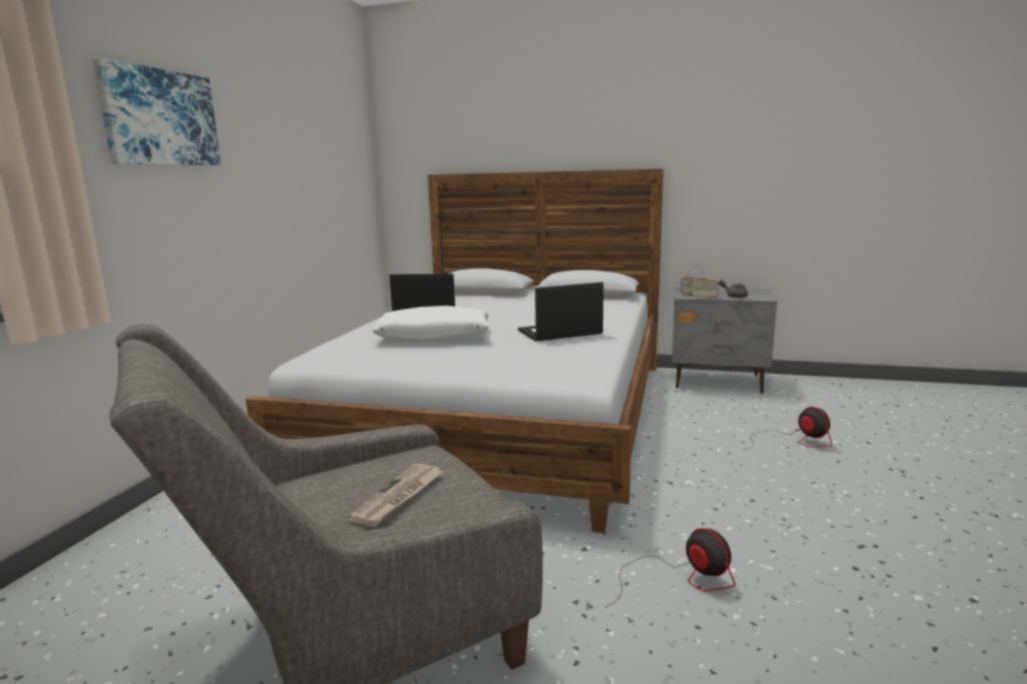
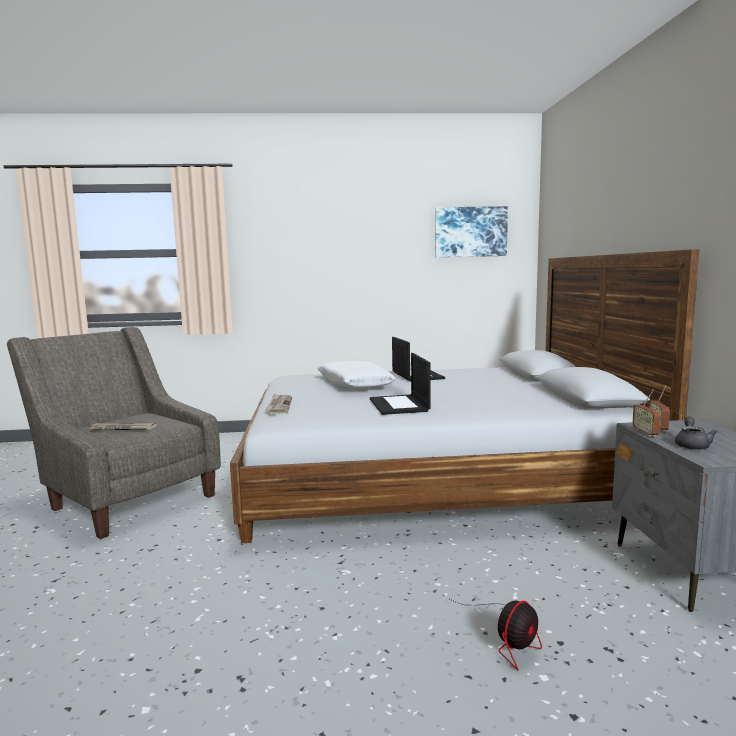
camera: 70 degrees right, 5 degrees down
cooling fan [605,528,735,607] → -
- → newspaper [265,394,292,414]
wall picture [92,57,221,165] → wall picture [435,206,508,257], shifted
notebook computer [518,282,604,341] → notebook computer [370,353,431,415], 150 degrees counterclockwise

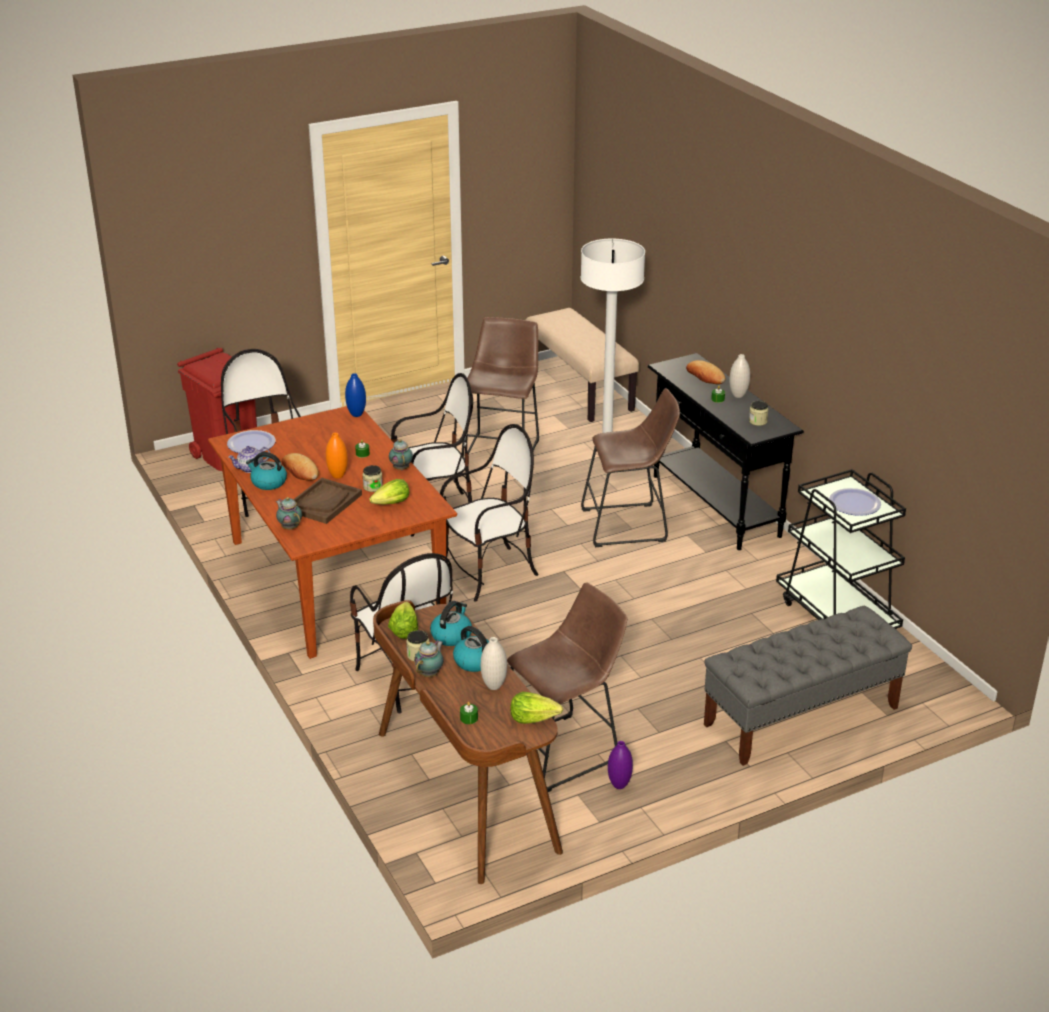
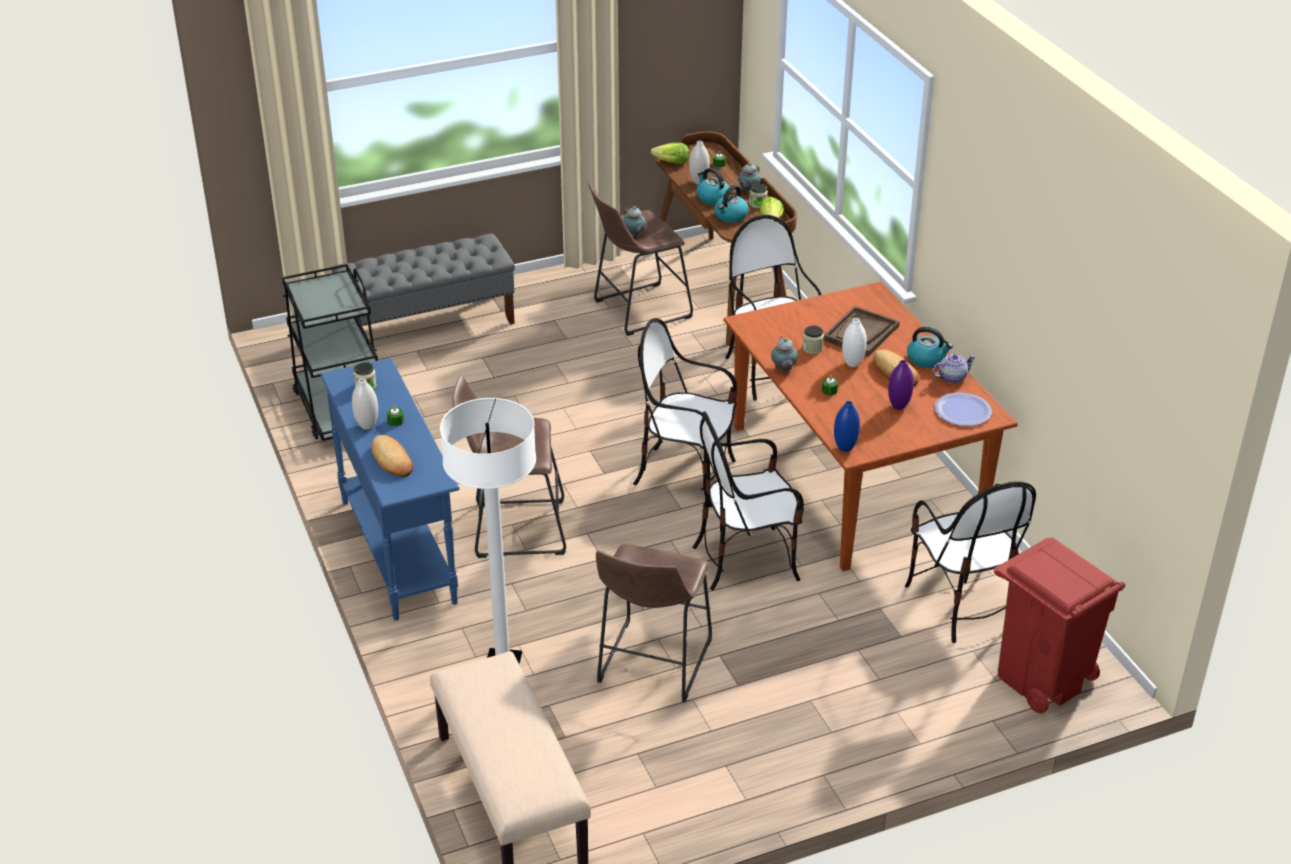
camera: 175 degrees left, 5 degrees up
head of lettuce [369,479,409,505] → -
plate [829,488,881,516] → -
teapot [276,497,302,530] → teapot [623,206,647,236], shifted
decorative vase/purple [608,741,633,789] → decorative vase/purple [888,360,914,410], shifted
decorative vase/orangey [326,433,348,479] → decorative vase/white [842,318,867,367]
console table/blackish [648,353,804,550] → console table/blue-coloured [320,358,460,621]
plain chair [440,424,538,602] → plain chair [633,318,737,507], 45 degrees clockwise

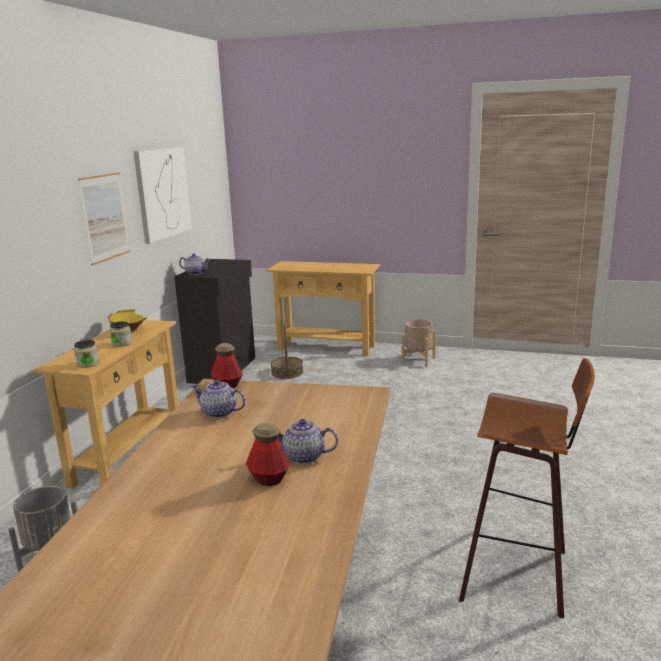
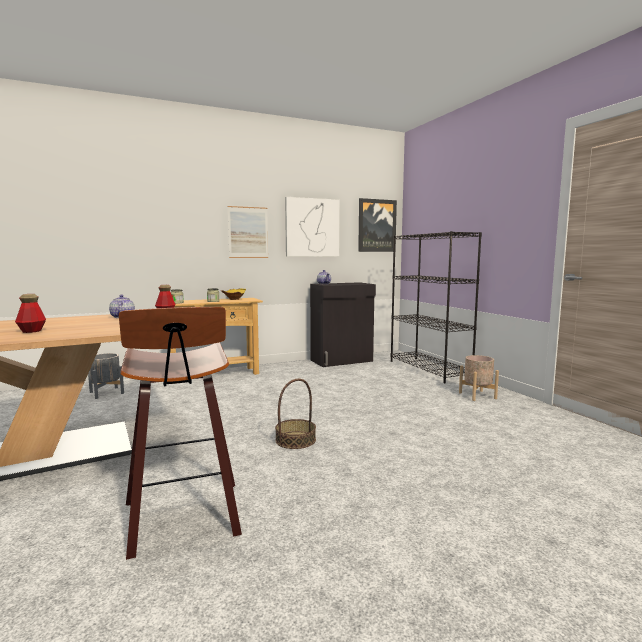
camera: 50 degrees right, 10 degrees down
teapot [278,419,338,464] → -
- → wall picture [358,198,397,252]
basket [271,324,303,379] → basket [275,379,316,449], shifted
console table/sand-coloured [266,261,380,357] → shelving unit/blackish [391,231,482,383]

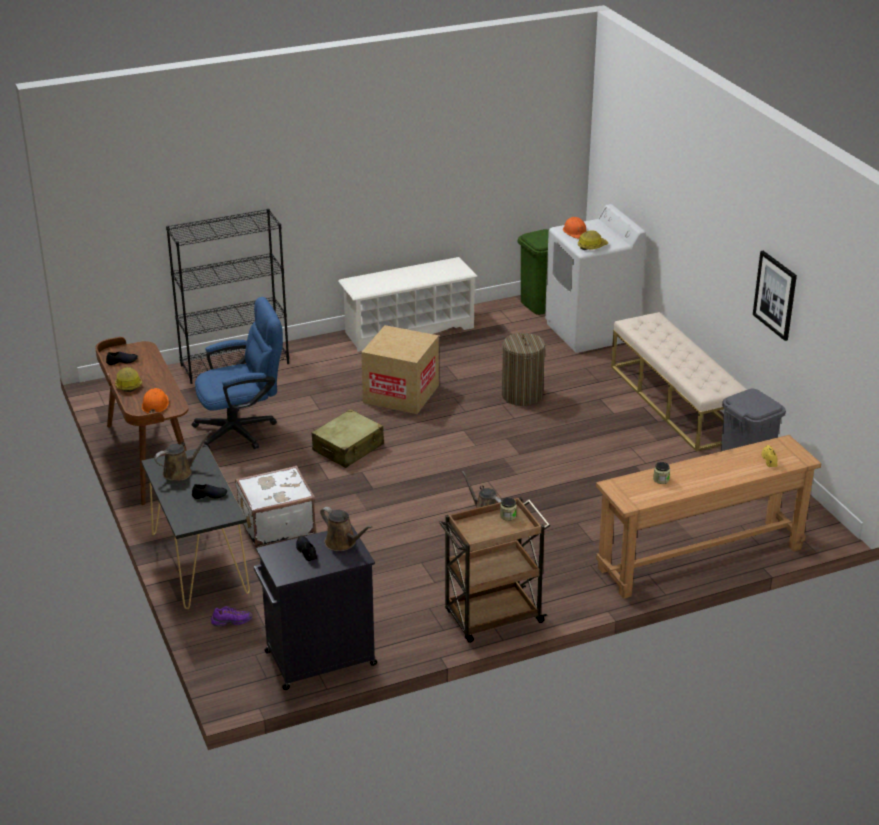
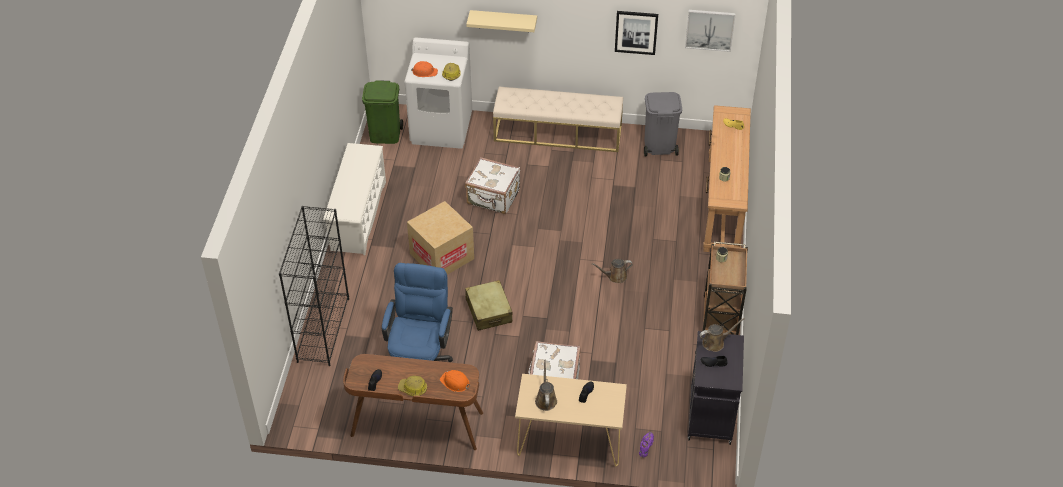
camera: 60 degrees left, 15 degrees up
- → bracket shelf/sand-coloured [466,10,537,32]
- → wall picture [685,10,736,52]
washing basket [502,333,545,406] → piece of luggage/white [465,157,520,214]
console table/blackish [141,446,250,609] → console table/sand-coloured [515,374,627,466]

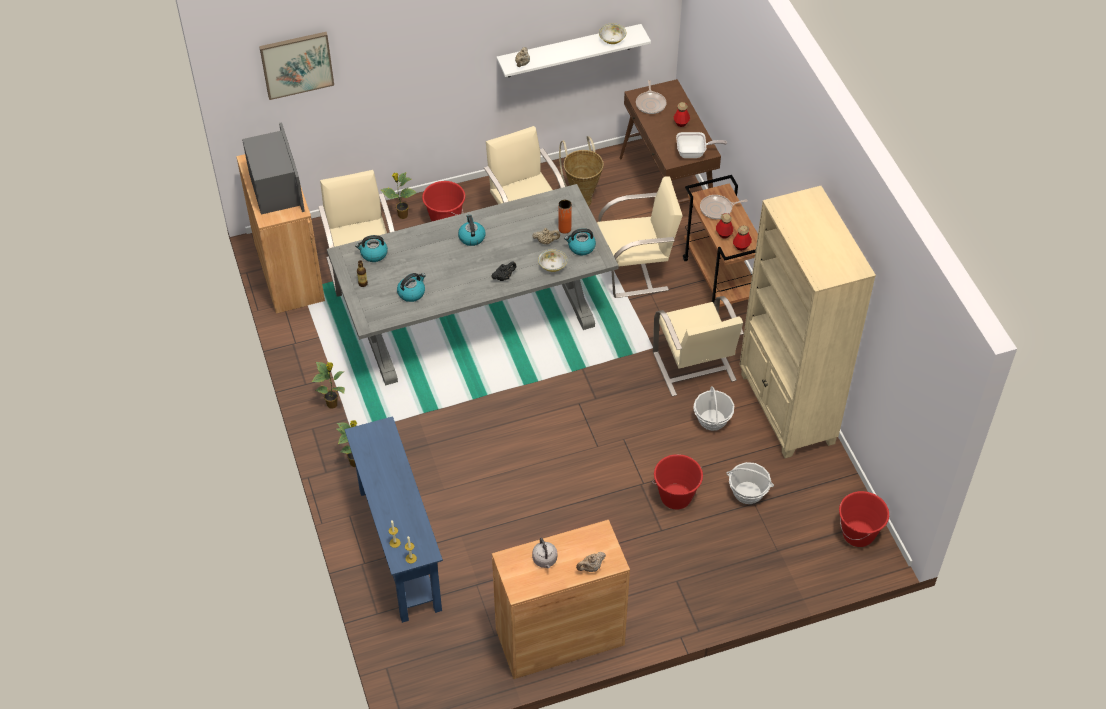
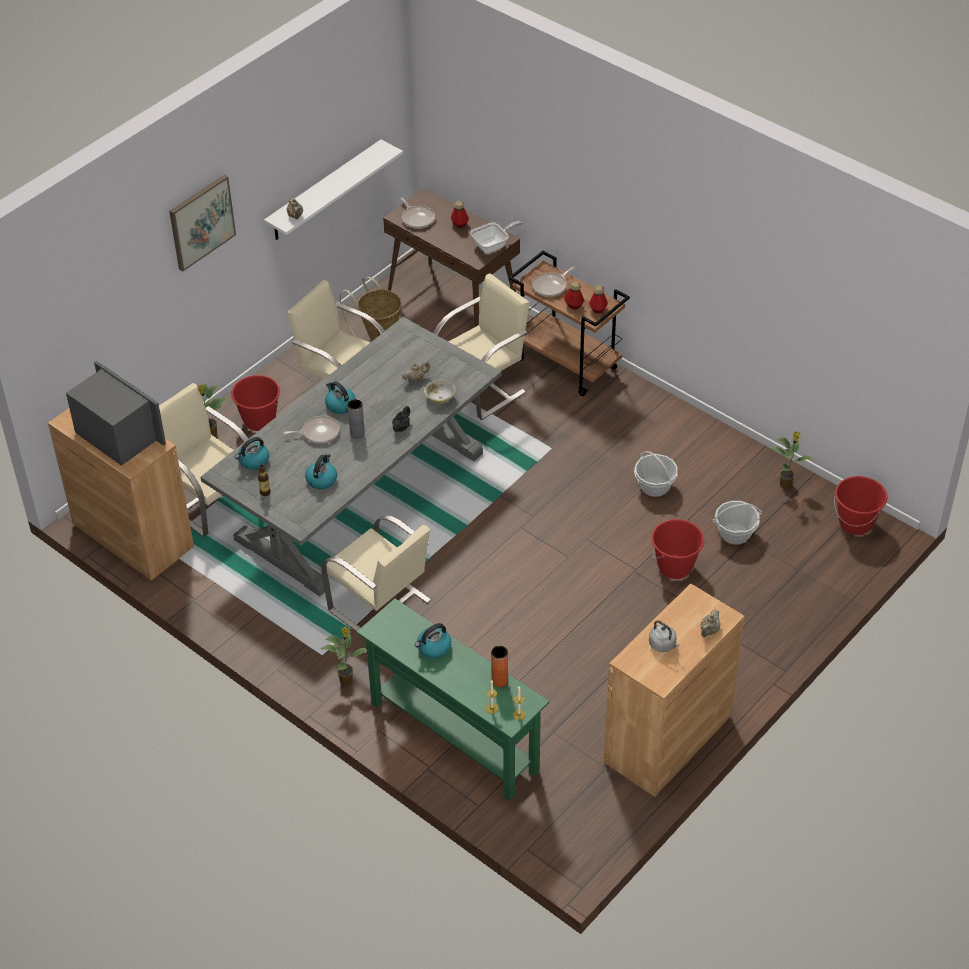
camera: 30 degrees left, 5 degrees down
serving bowl [599,23,626,44] → -
shelving unit/sand-coloured [739,186,876,458] → -
- → skillet [283,416,340,444]
- → decorative vase/greyish [348,399,365,439]
wall picture [259,32,334,100] → wall picture [169,175,236,272], shifted
potted plant [312,362,345,409] → potted plant [770,431,814,489], shifted
decorative vase/orangey [558,200,572,234] → decorative vase/orangey [491,646,508,687], shifted
tea kettle [564,228,596,255] → tea kettle [415,623,451,658], shifted
plain chair/sand-coloured [653,296,744,396] → plain chair/sand-coloured [321,515,431,632], shifted
console table/blue-coloured [345,416,443,623] → console table/green-coloured [357,599,550,801]

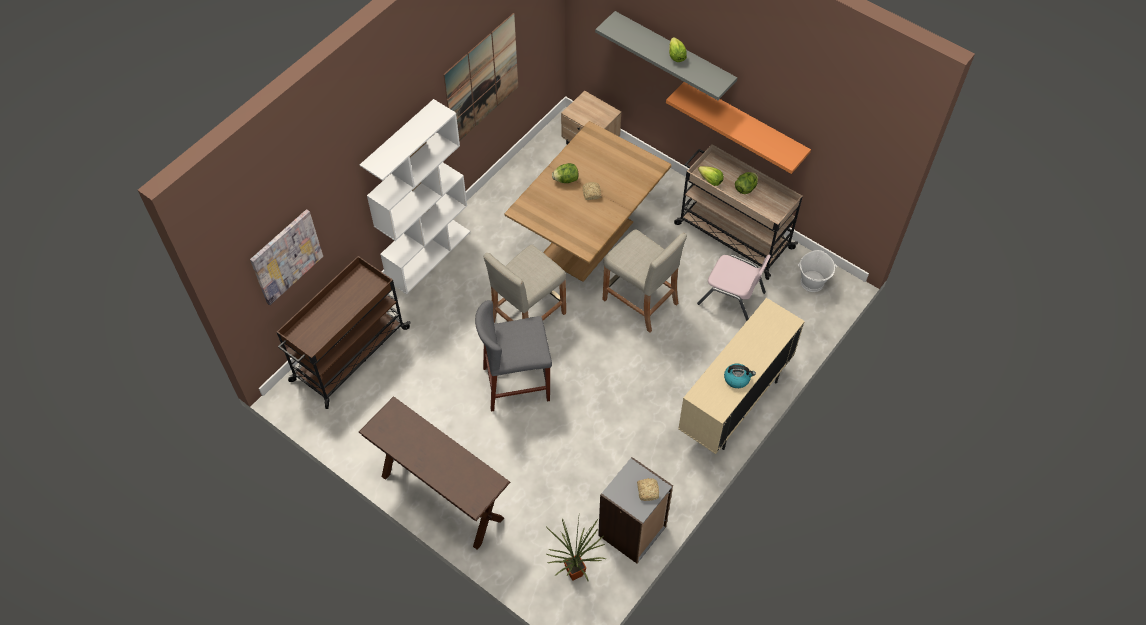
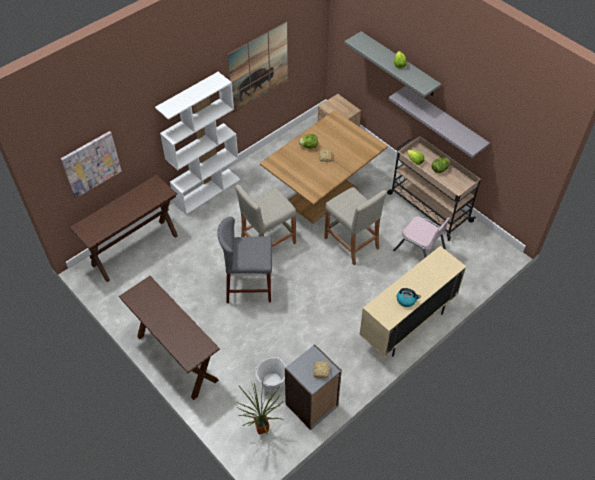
camera: 10 degrees right, 5 degrees down
water bucket/white [798,250,837,292] → water bucket/white [255,357,286,392], shifted
cart/brownish [277,256,411,409] → console table/brownish [70,175,178,282]
bracket shelf/orangey [666,82,811,174] → bracket shelf/greyish [388,86,490,158]

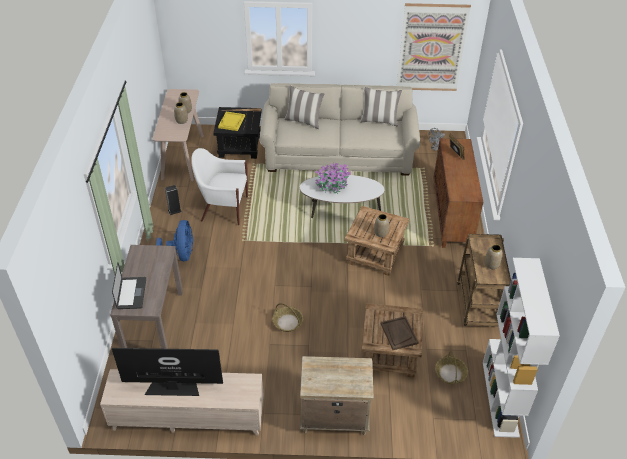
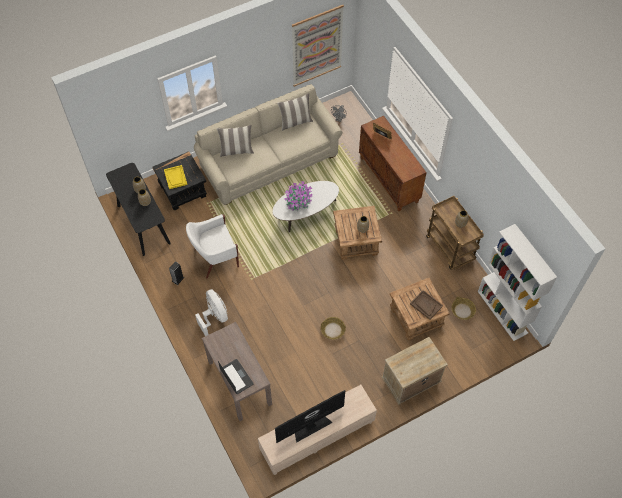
camera: 30 degrees left, 15 degrees up
console table/sand-coloured [153,89,204,181] → console table/blackish [106,163,171,256]
cooling fan/blue-coloured [156,220,193,261] → cooling fan/white [195,289,228,336]

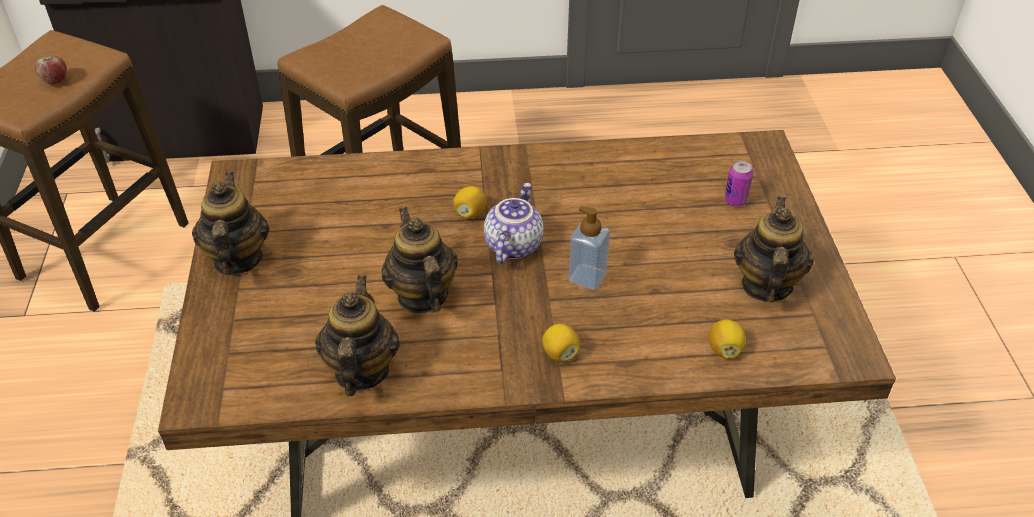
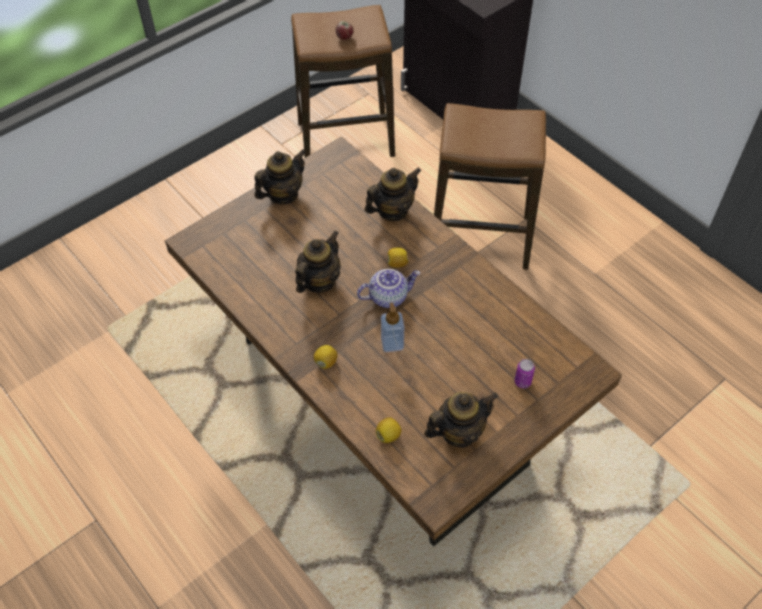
camera: 55 degrees right, 10 degrees up
teapot [315,275,400,396] → teapot [365,168,421,221], shifted

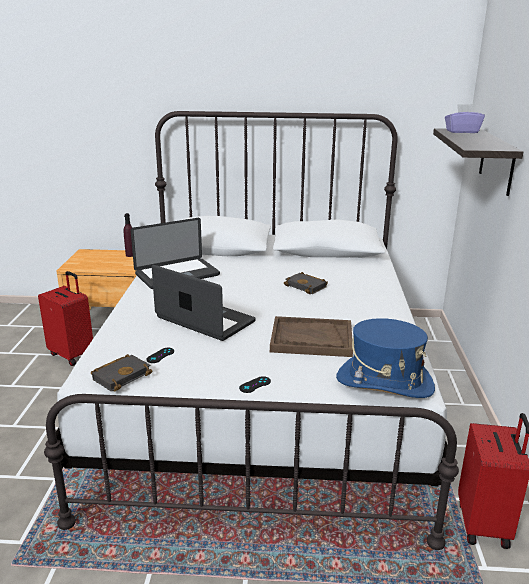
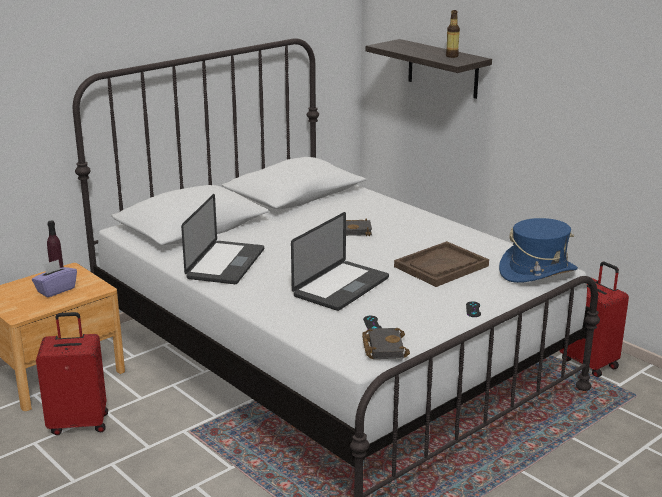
camera: 45 degrees left, 0 degrees up
- → beverage bottle [446,10,460,58]
box of tissues/purple [445,104,485,133] → box of tissues/purple [32,260,77,298], shifted
notebook computer [152,265,255,341] → notebook computer [291,212,389,311], 135 degrees clockwise

